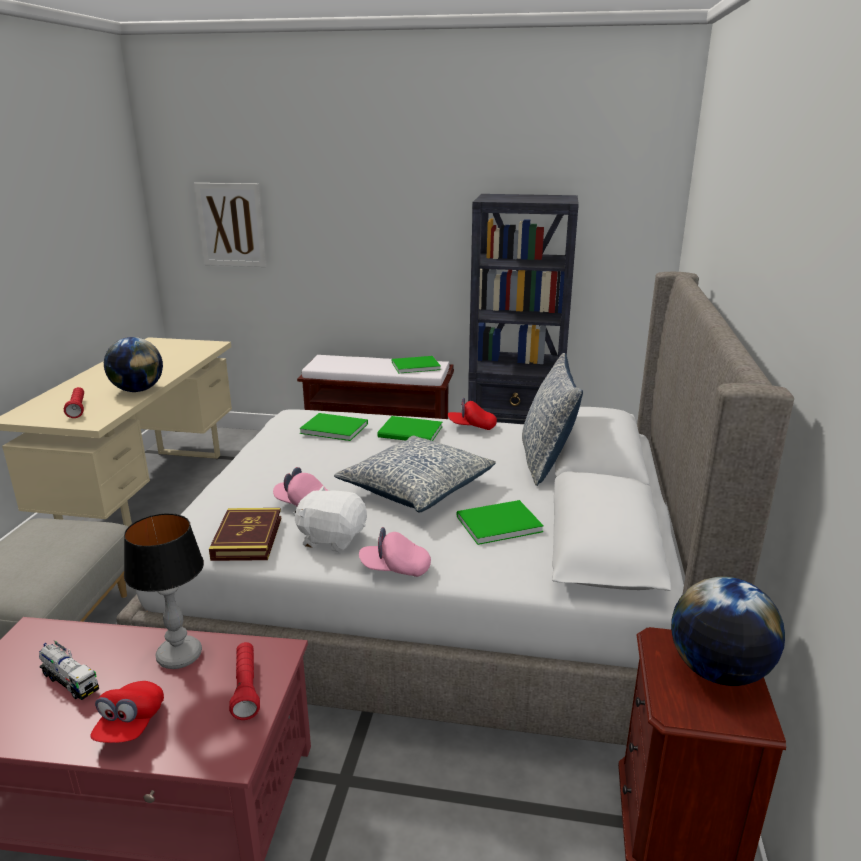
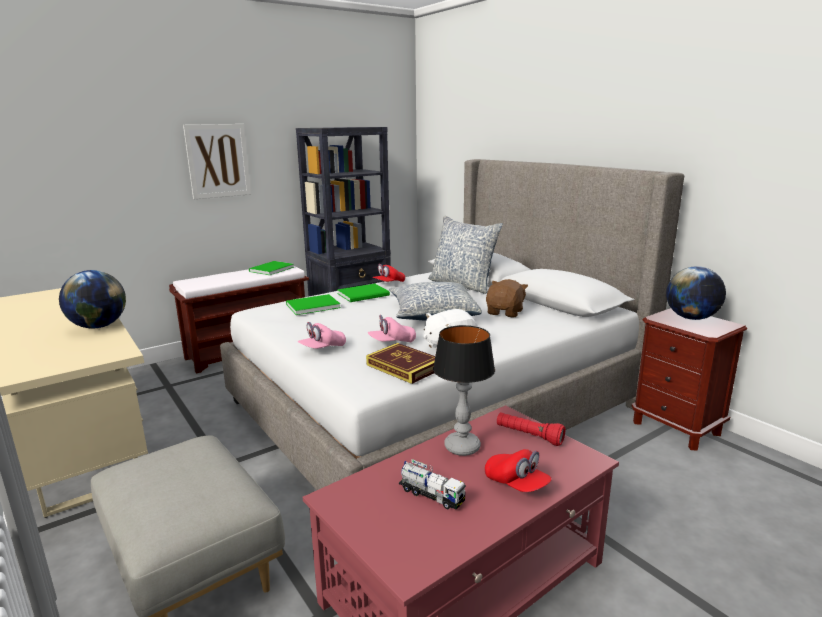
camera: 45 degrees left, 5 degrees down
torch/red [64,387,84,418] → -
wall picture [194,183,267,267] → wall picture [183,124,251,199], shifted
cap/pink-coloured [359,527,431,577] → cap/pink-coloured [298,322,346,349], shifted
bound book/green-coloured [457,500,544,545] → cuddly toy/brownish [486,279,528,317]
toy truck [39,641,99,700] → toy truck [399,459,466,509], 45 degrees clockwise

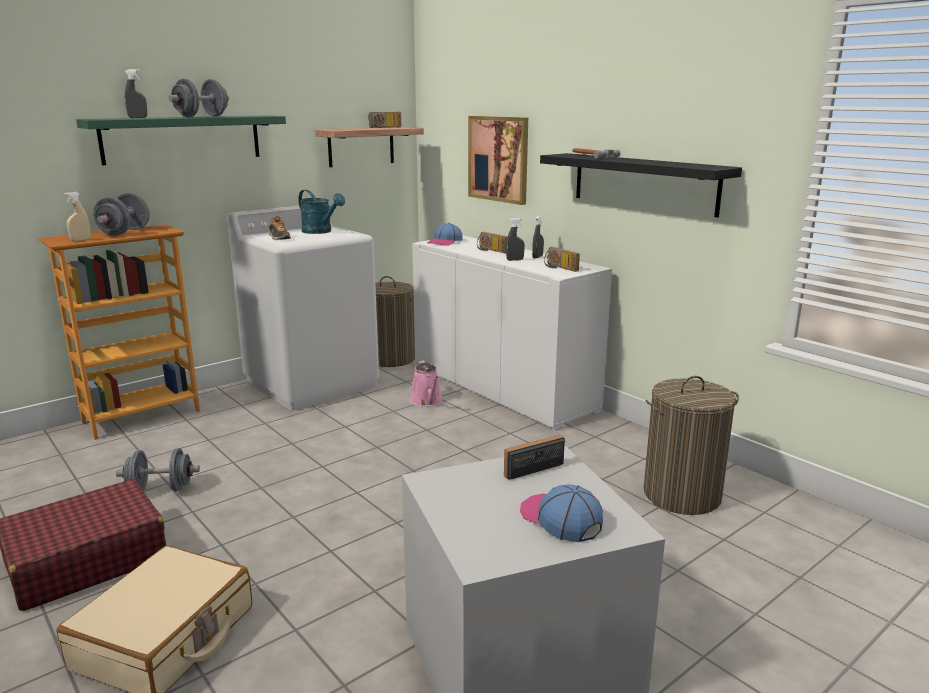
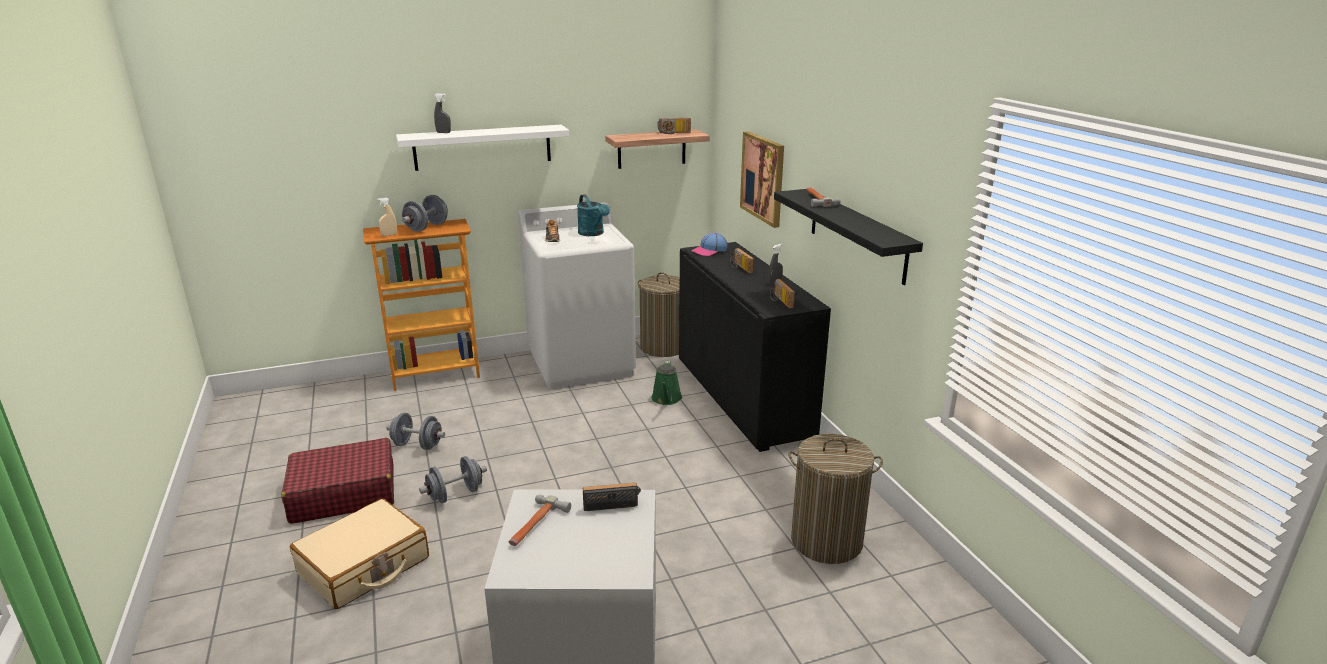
camera: 20 degrees right, 5 degrees up
hand sprayer/greyish [506,218,525,261] → -
cap [520,484,603,542] → -
- → hand hammer [509,495,571,546]
hand weight/greyish [169,79,229,117] → hand weight/greyish [419,456,487,503], shifted
bracket shelf/green-coloured [76,115,286,165] → bracket shelf/white [396,125,569,171]
watering pot/pink-coloured [410,360,443,407] → watering pot/green-coloured [652,361,682,405]
cupboard/white [412,236,612,431] → cupboard/blackish [679,242,831,452]

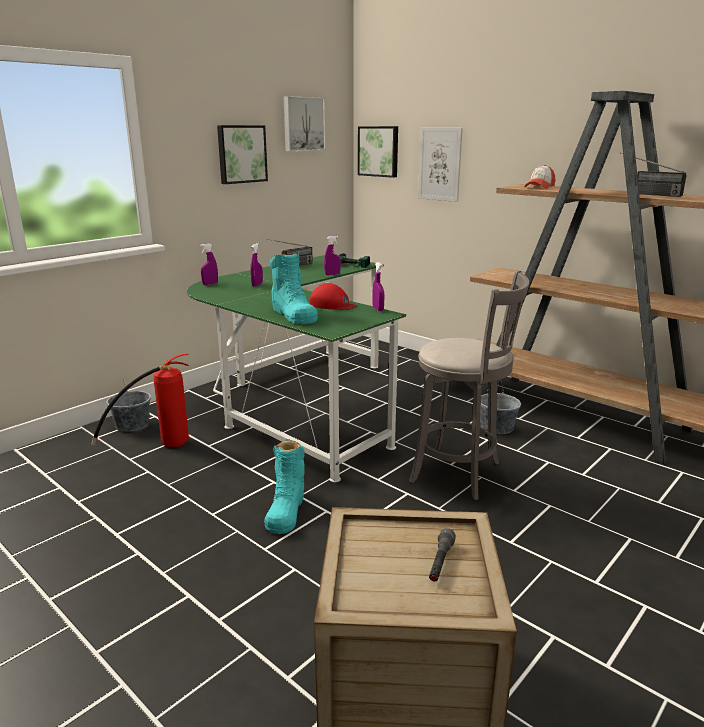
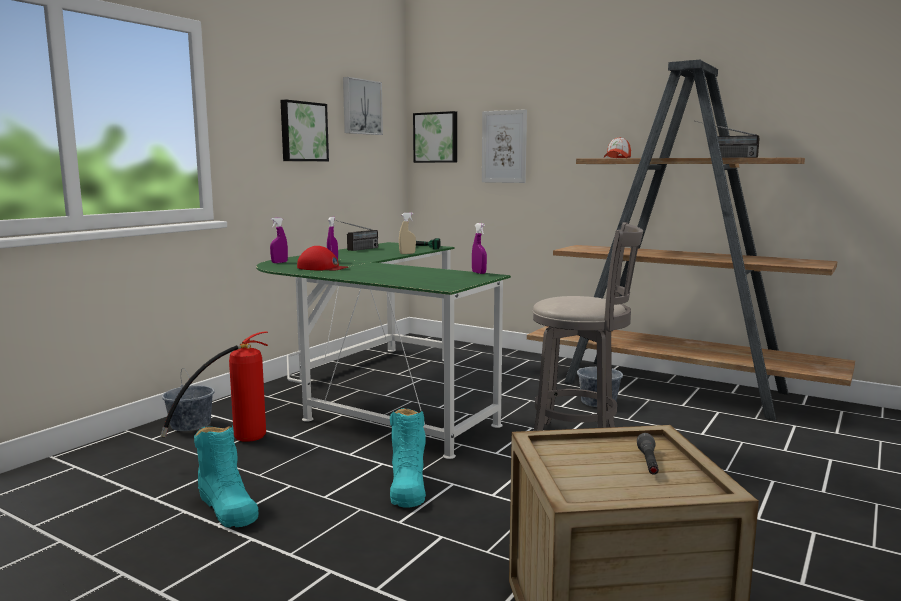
camera: 10 degrees left, 10 degrees down
tall boot/turquoise-coloured [270,253,318,324] → tall boot/turquoise-coloured [194,425,259,528], shifted
cap/red [309,283,358,310] → cap/red [297,246,348,270], shifted
hand sprayer/purple [324,236,341,275] → hand sprayer/sand-coloured [399,212,416,254]

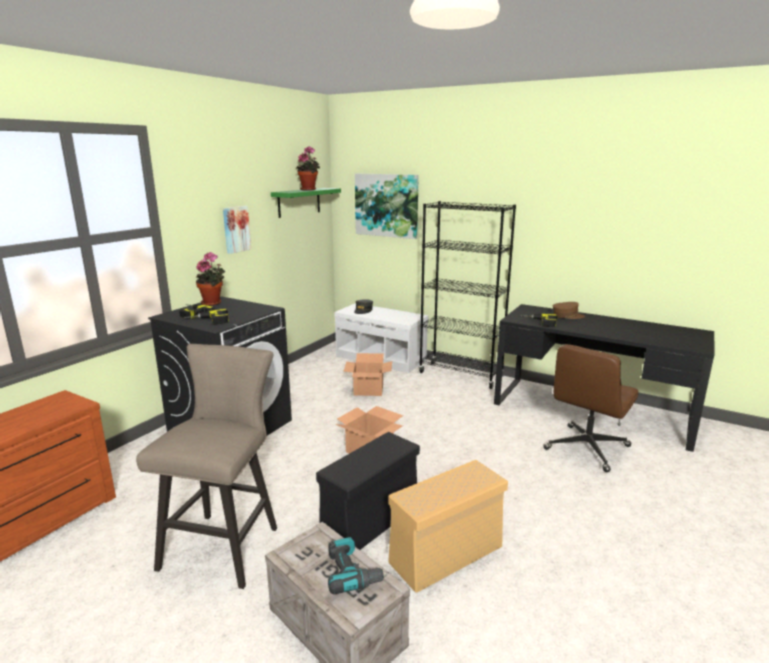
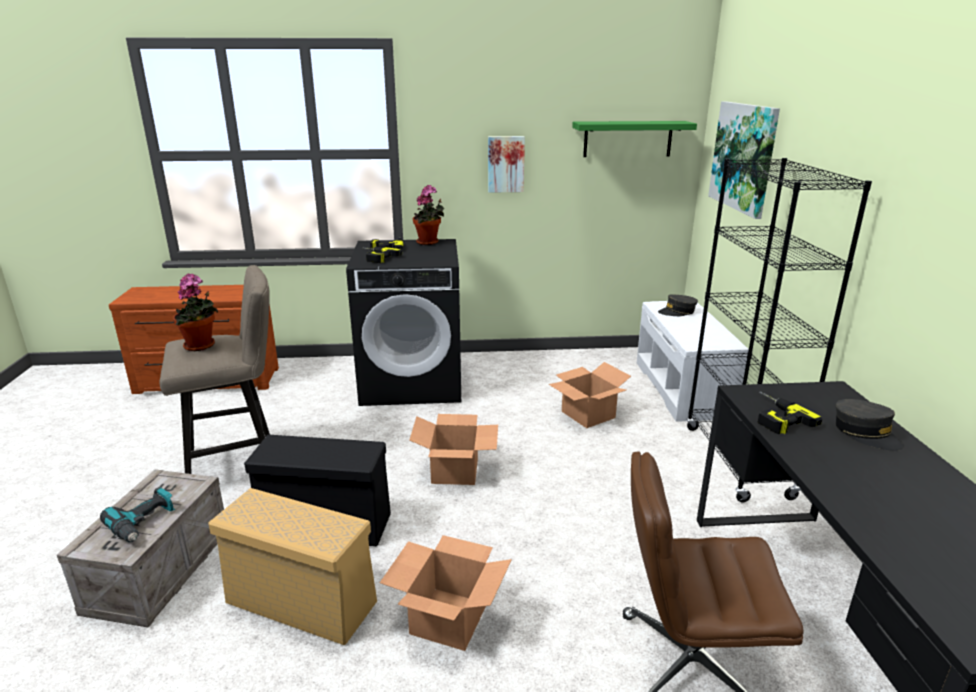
camera: 55 degrees right, 5 degrees up
- → cardboard box [380,535,512,651]
potted plant [296,147,320,190] → potted plant [173,273,218,351], shifted
cap/brownish [553,302,585,319] → cap/greyish [836,399,905,451]

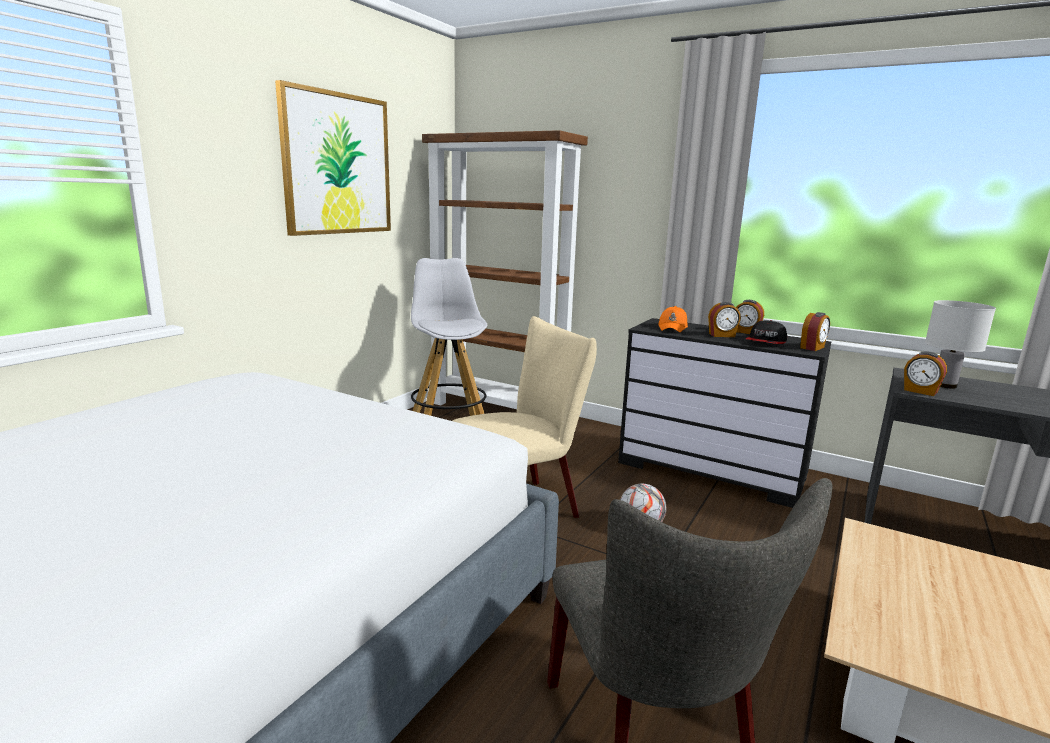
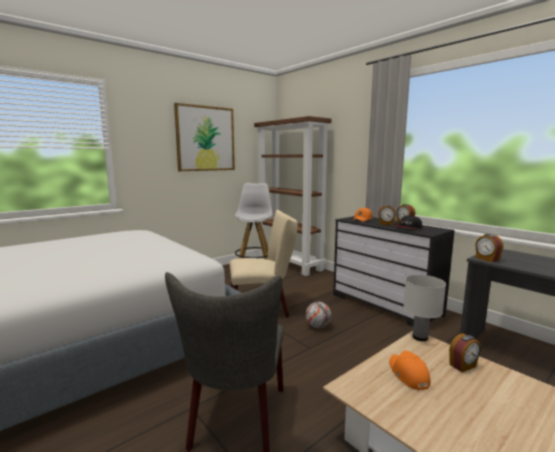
camera: 20 degrees right, 5 degrees down
- → cap/orangey [389,350,431,390]
alarm clock [800,312,830,351] → alarm clock [449,333,481,372], shifted
tabletop lamp/white [925,300,996,389] → tabletop lamp/white [403,275,446,341], shifted

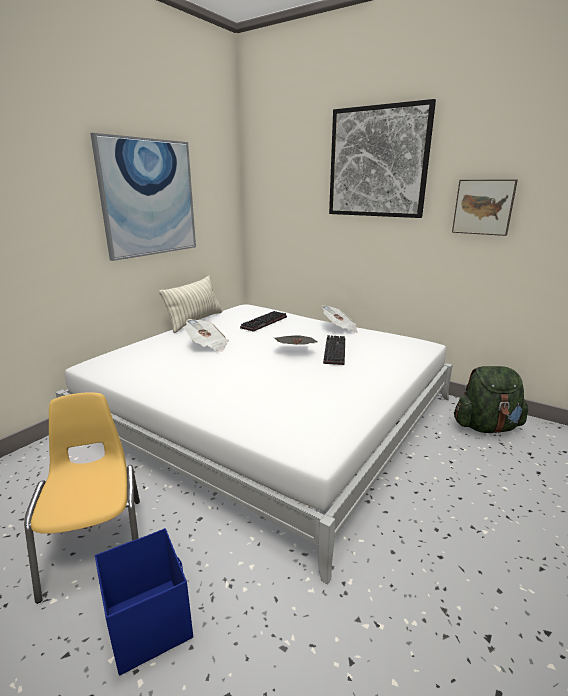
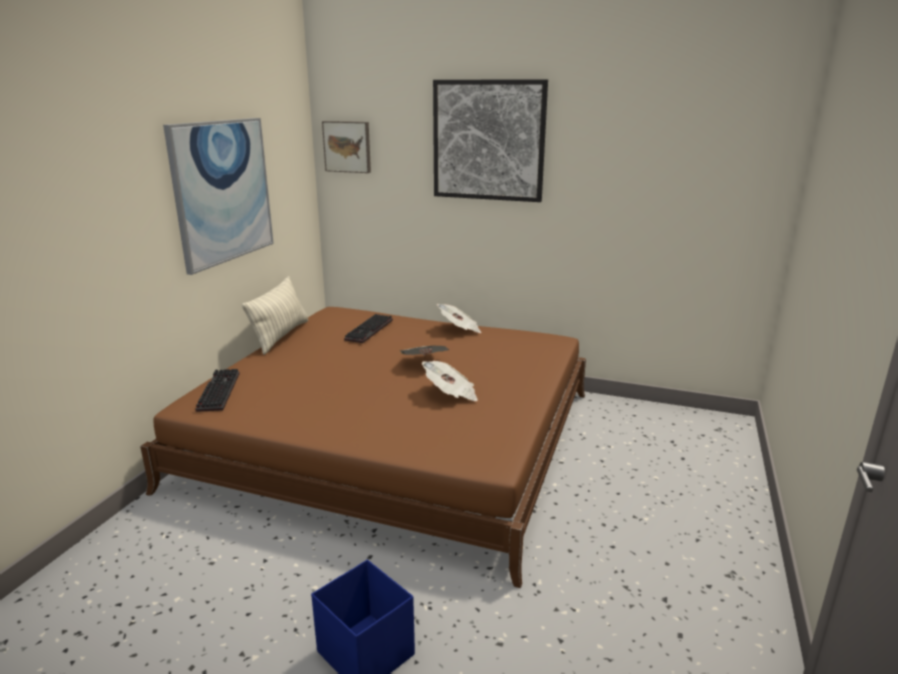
camera: 15 degrees left, 0 degrees up
plain chair/yellowish [24,392,140,604] → -
knapsack/green-coloured [454,366,528,433] → -
newspaper [184,319,229,352] → newspaper [422,361,478,401], shifted
PC keyboard [323,335,345,365] → PC keyboard [195,369,240,412], shifted
wall picture [452,180,518,236] → wall picture [322,121,371,173], shifted
bed/white [55,304,453,584] → bed/brownish [140,307,586,588]

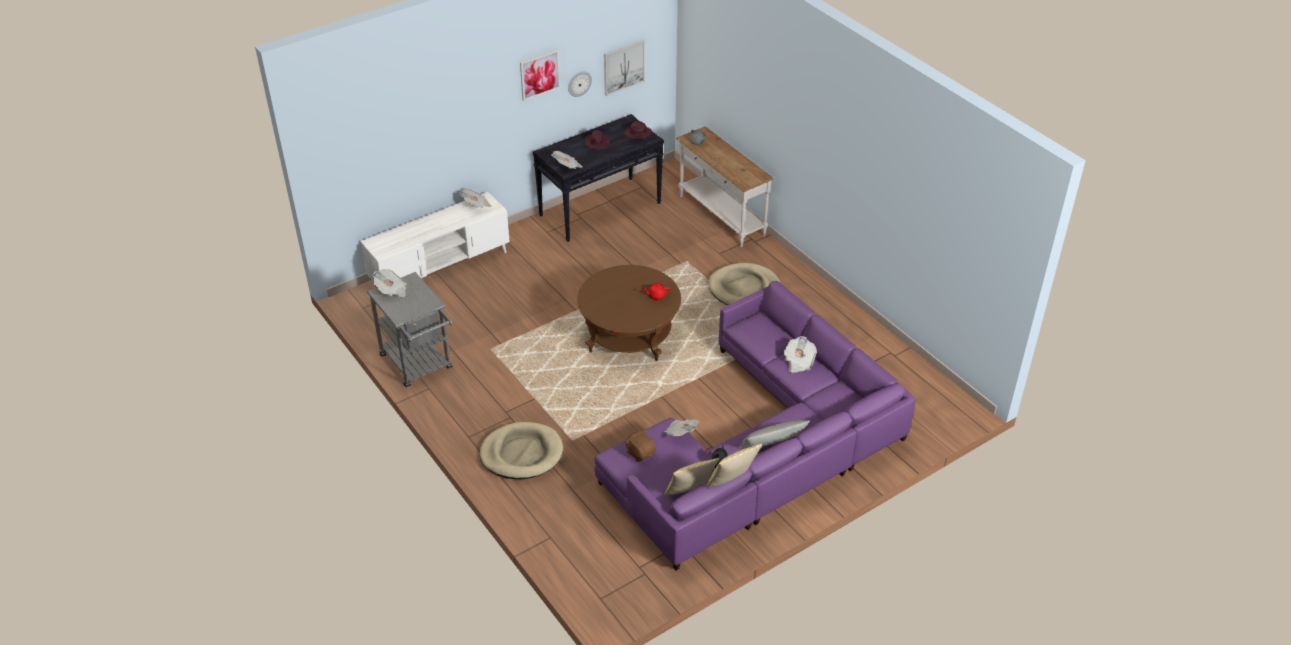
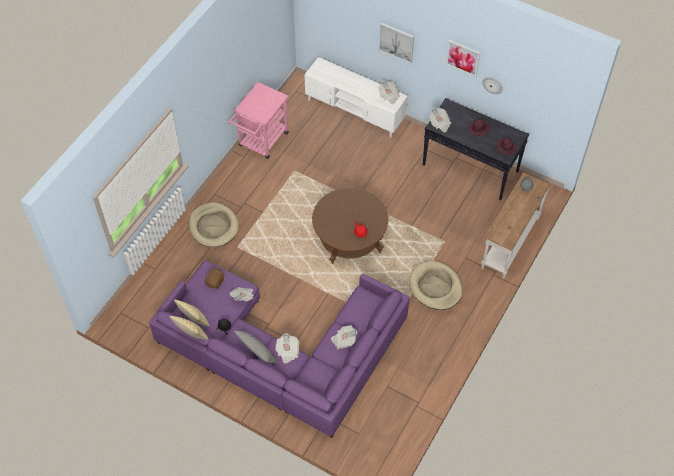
camera: 65 degrees right, 15 degrees up
newspaper [373,269,407,297] → newspaper [275,333,299,364], shifted
wall picture [604,40,645,96] → wall picture [379,23,414,64], shifted
cart/greyish [367,272,452,387] → cart/pink-coloured [228,82,289,159]

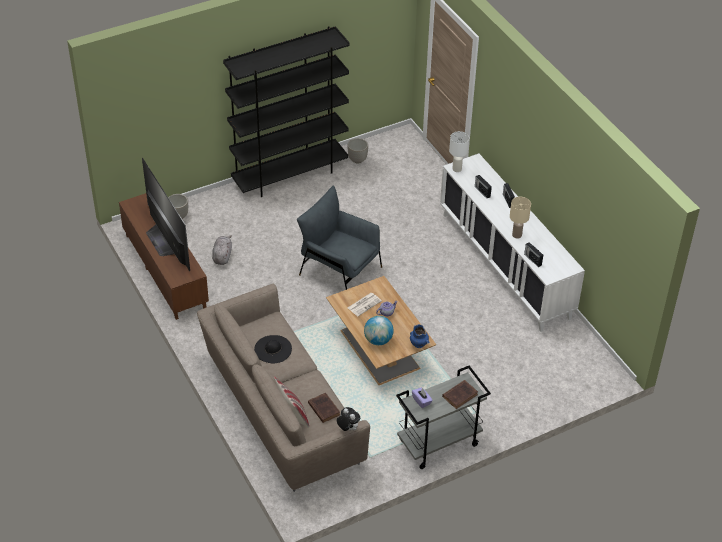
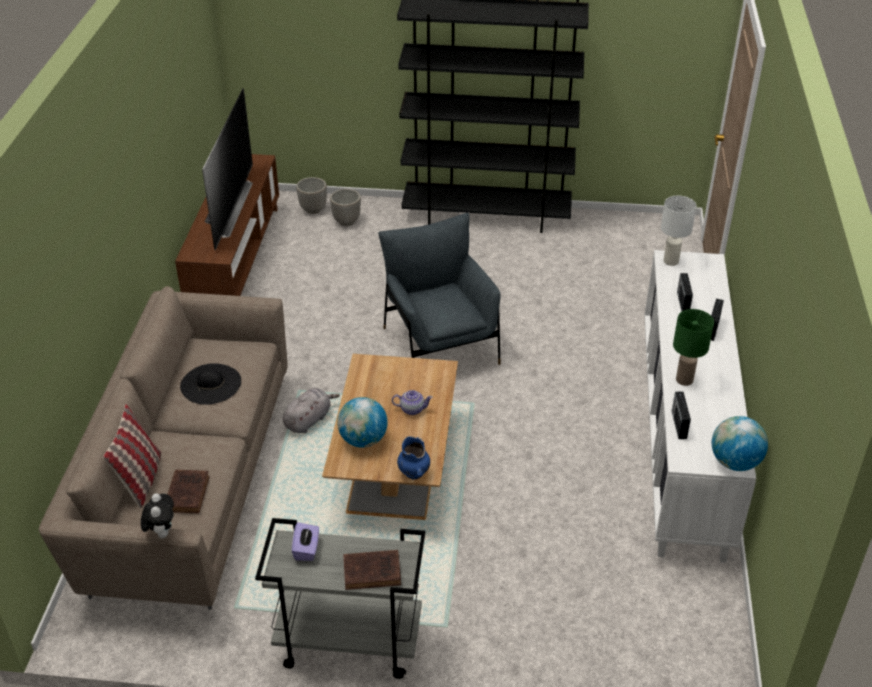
camera: 35 degrees right, 5 degrees down
newspaper [348,293,382,316] → -
- → desk globe [712,416,768,471]
cuddly toy/greyish [212,235,232,265] → cuddly toy/greyish [282,388,340,433], shifted
flower pot [347,138,368,163] → flower pot [330,189,361,226], shifted
tabletop lamp/sand-coloured [510,197,531,239] → tabletop lamp/green-coloured [673,309,714,386]

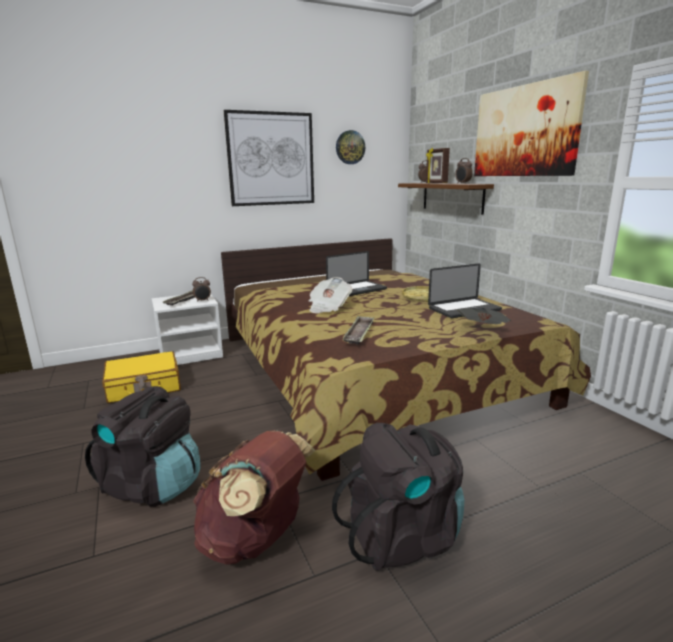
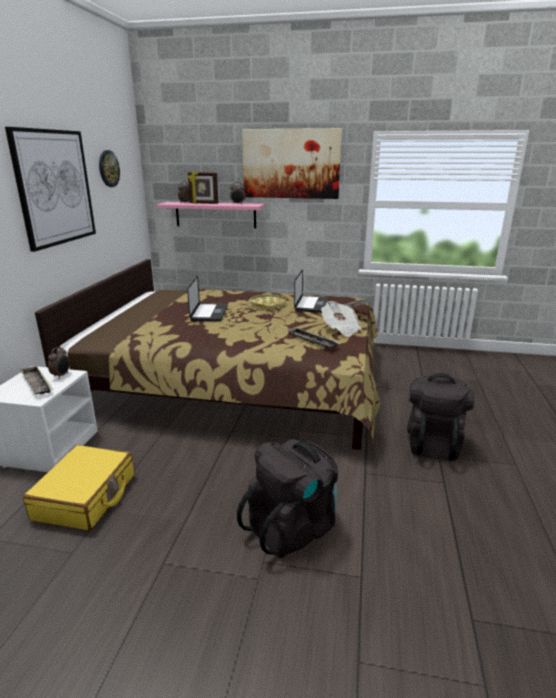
camera: 55 degrees left, 5 degrees up
knapsack/brownish [193,430,316,565] → -
newspaper [309,277,352,313] → newspaper [321,301,362,337], shifted
bracket shelf/brownish [398,183,494,214] → bracket shelf/pink-coloured [157,202,265,229]

